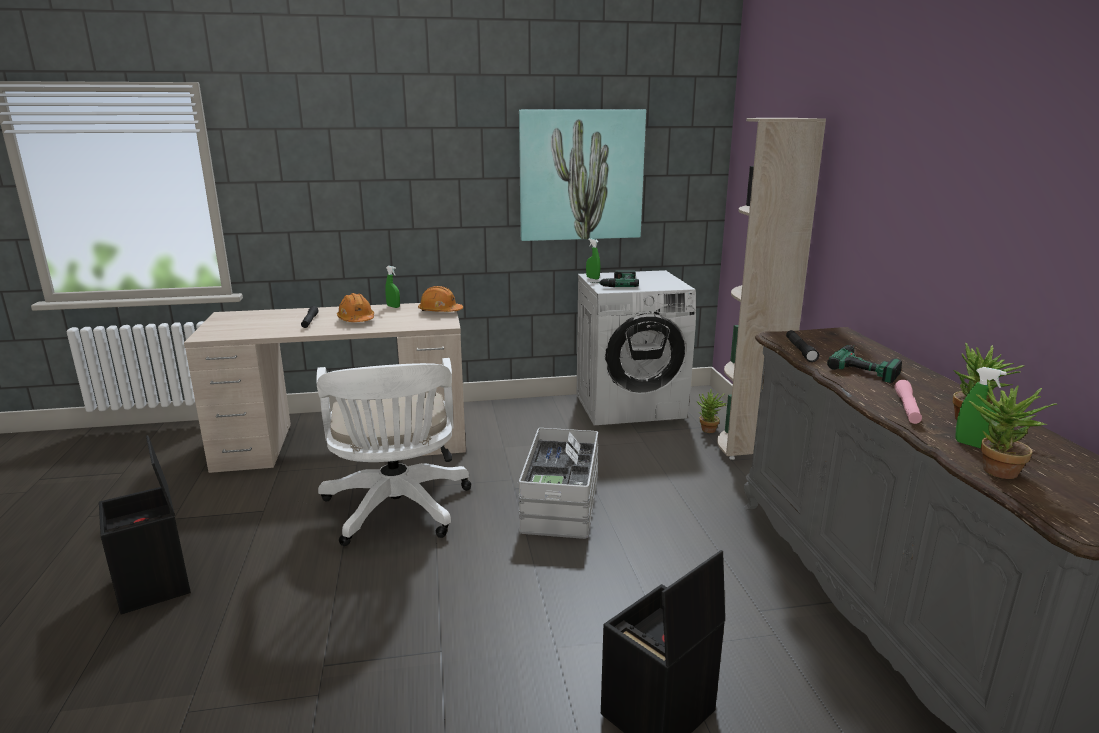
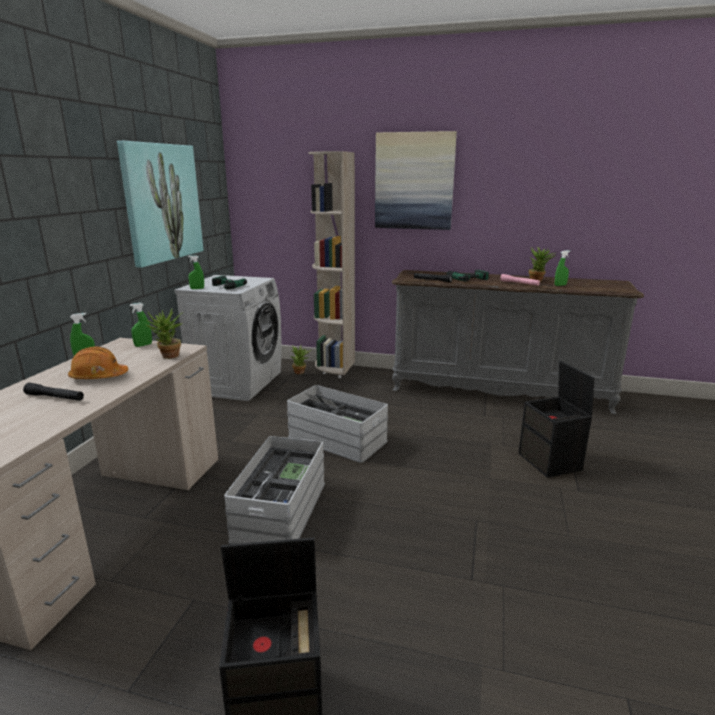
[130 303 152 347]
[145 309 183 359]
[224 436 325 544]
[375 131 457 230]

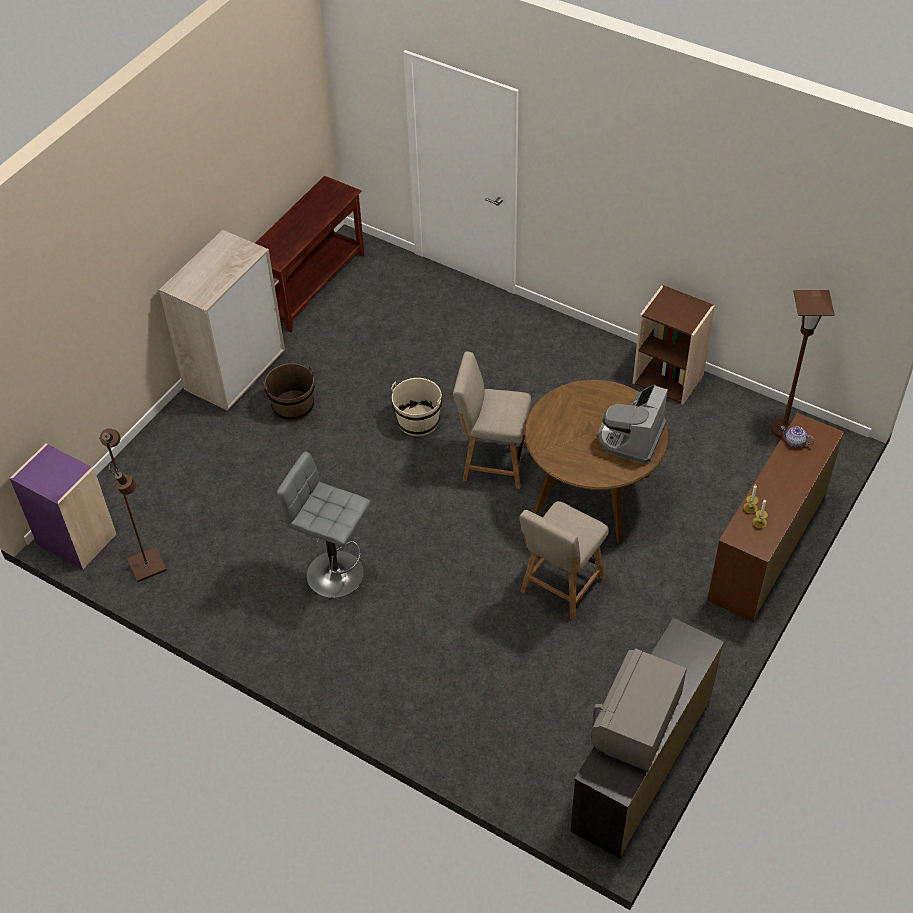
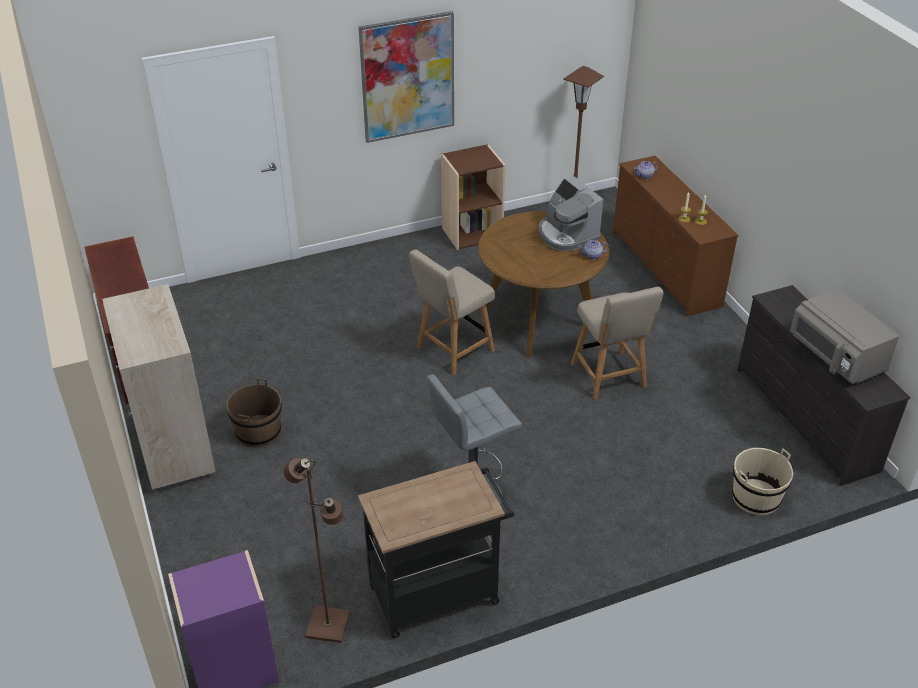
[358 461 514 638]
[359 11 454 143]
[578 240 609 260]
[732 448 793 515]

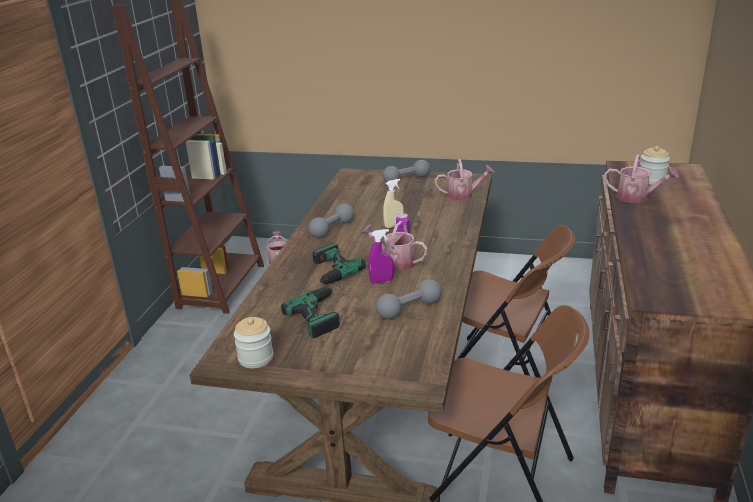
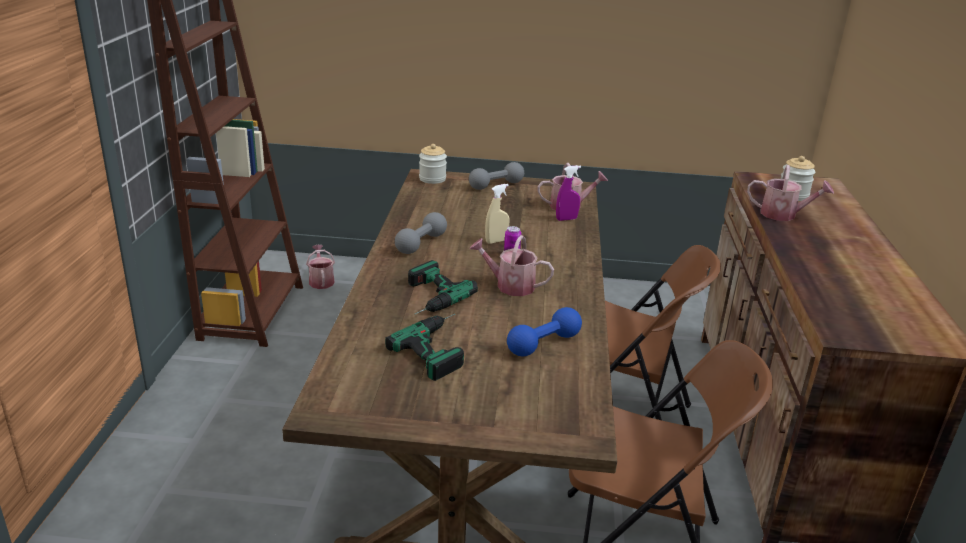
[419 144 447 184]
[507 307 582 356]
[556 165 581 221]

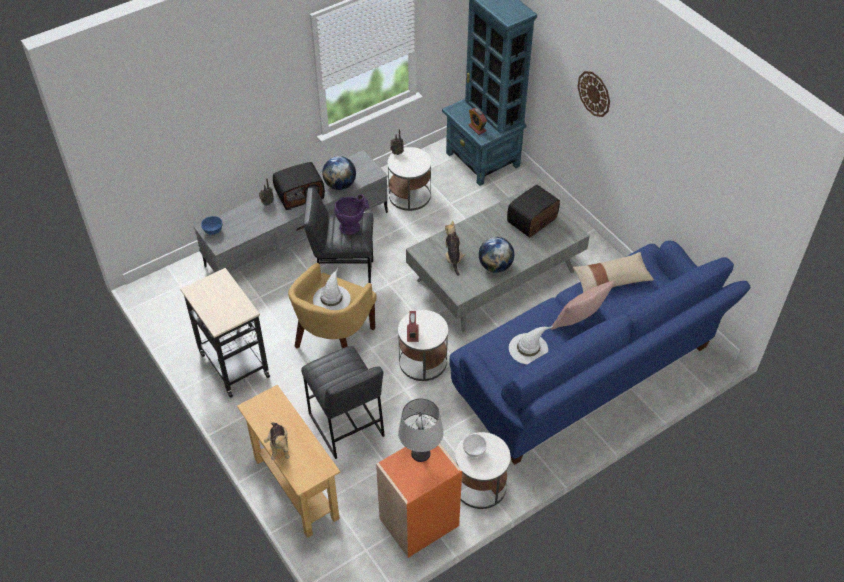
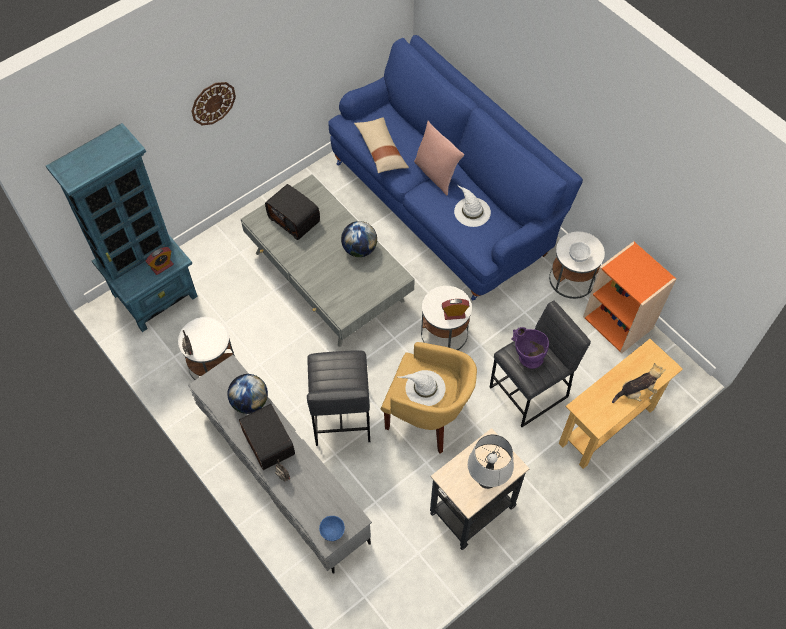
[468 434 514 489]
[512 327 549 369]
[445 221 465 276] (first image)

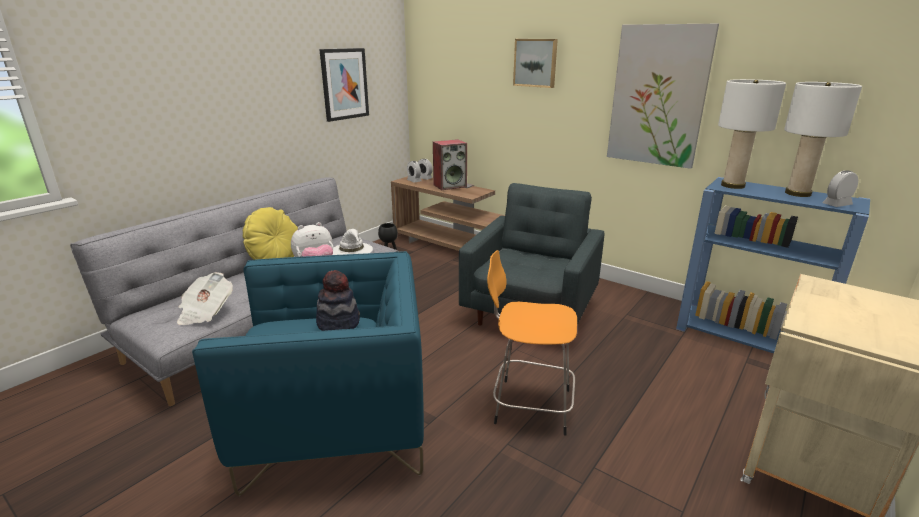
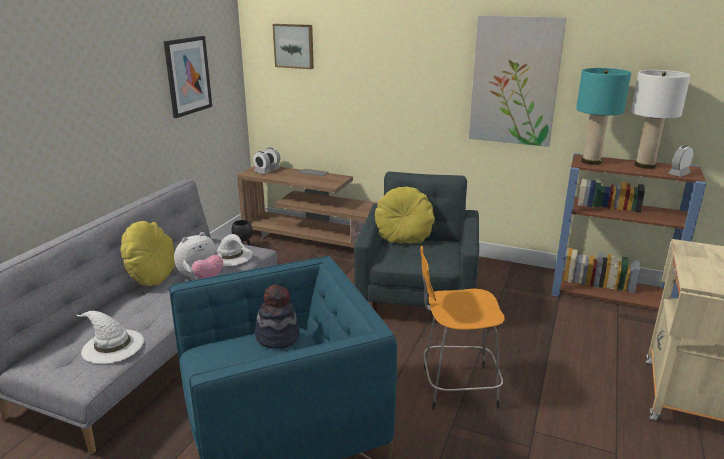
[75 311 144 364]
[273 24 314 69]
[375 186 435 244]
[551 153 706 310]
[576 68 631 165]
[433 139 467 190] (first image)

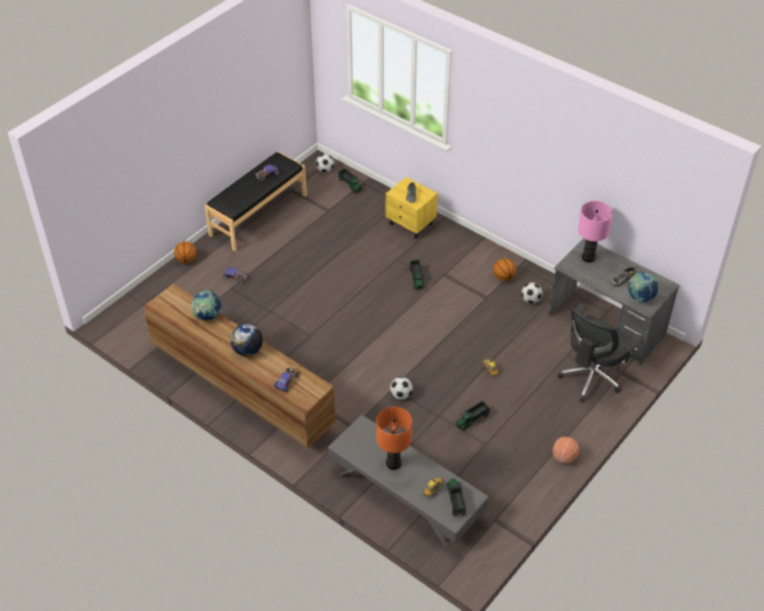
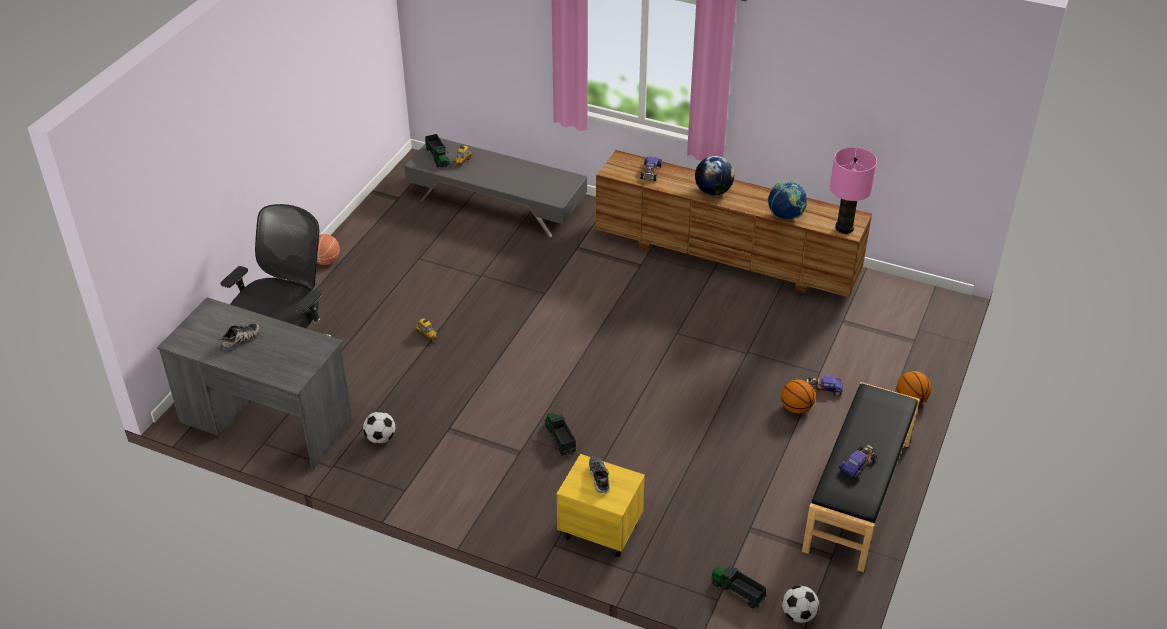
[781 380 815 414]
[830 147 877 234]
[377 407 412 470] (first image)
[390 377 413 400] (first image)
[456 401 490 430] (first image)
[628 272 658 303] (first image)

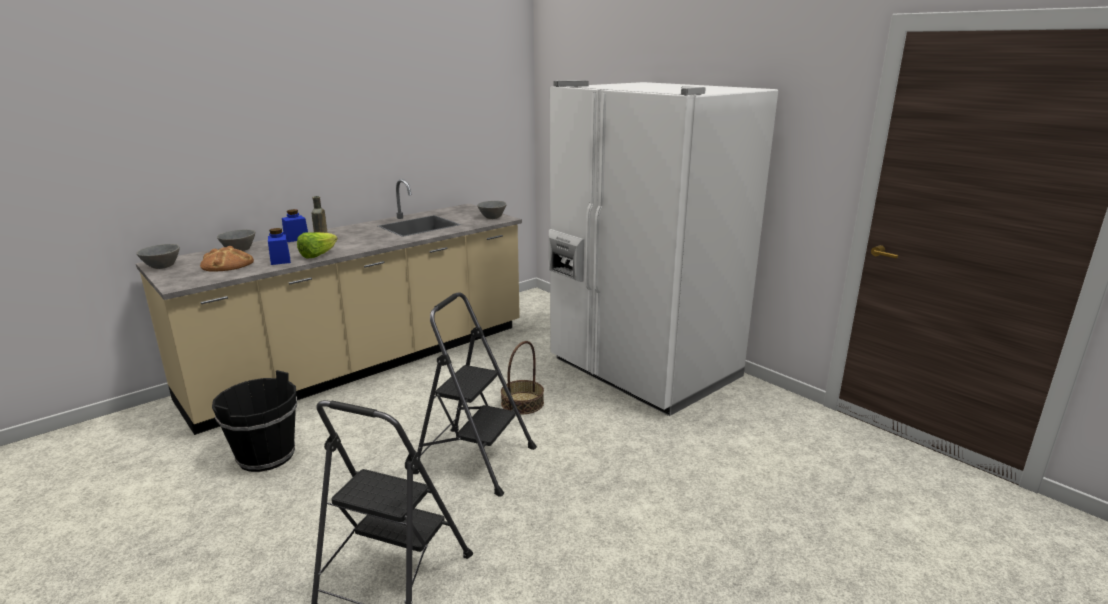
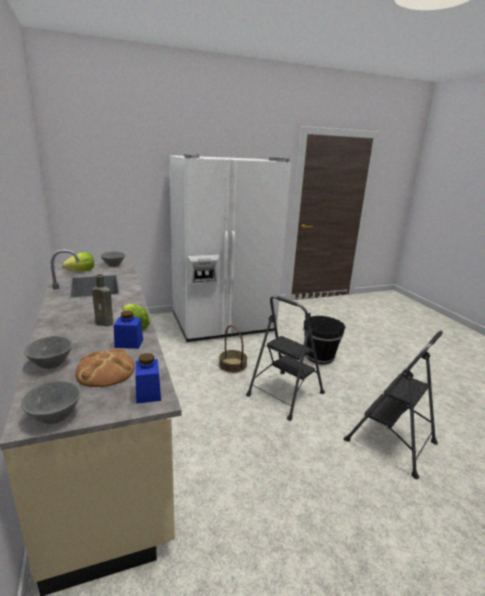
[62 252 94 271]
[135 353 161 404]
[303 313 346 364]

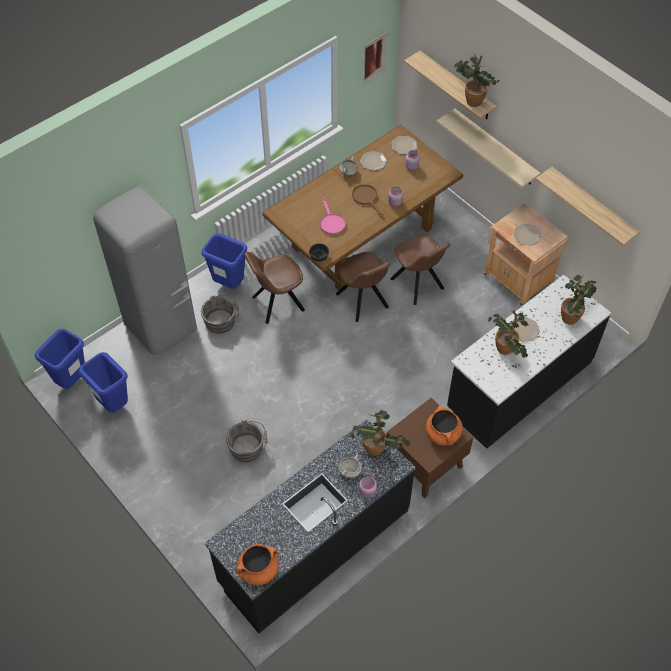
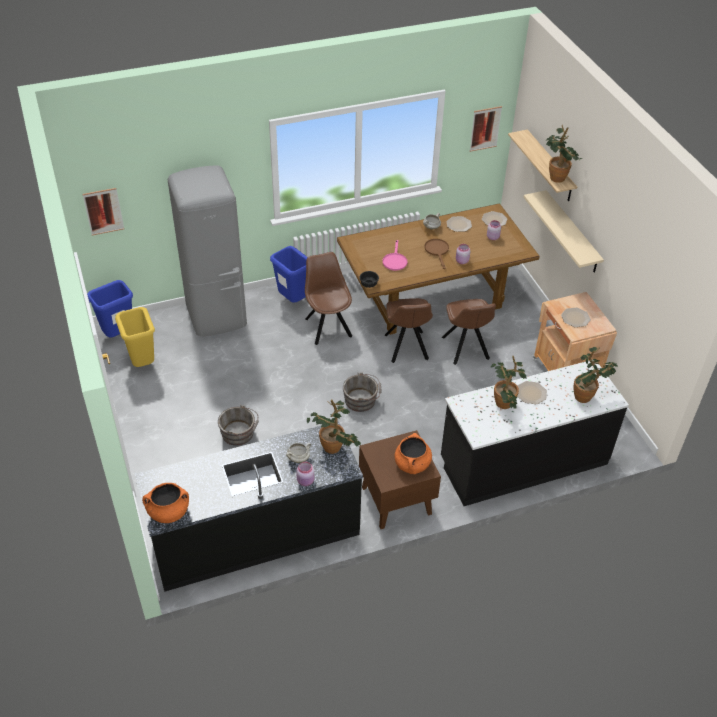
[83 188 124 235]
[115 307 155 367]
[305 252 352 345]
[343 373 382 412]
[536 167 640 246] (first image)

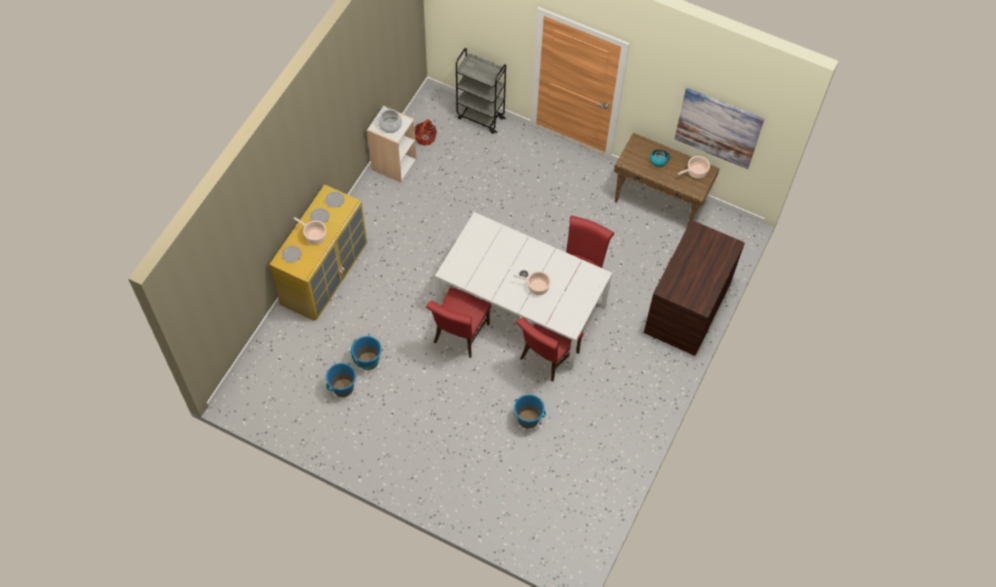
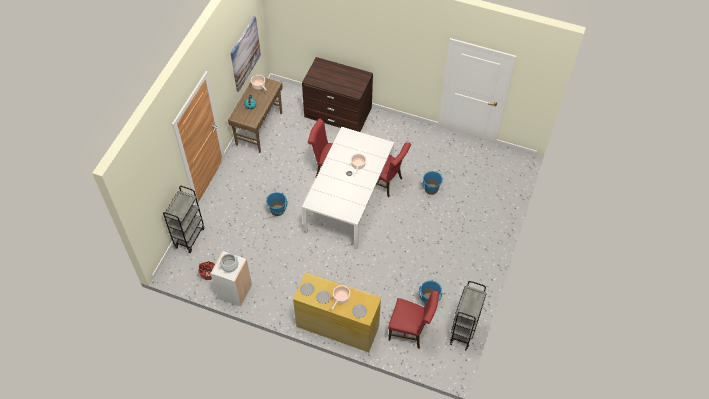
[266 192 287 216]
[388 291 439 348]
[450 281 486 351]

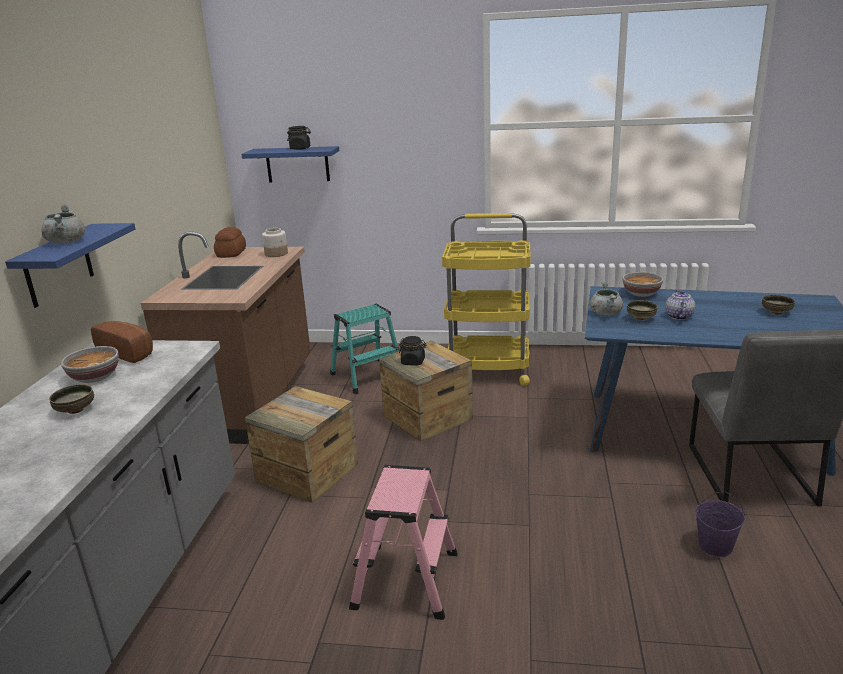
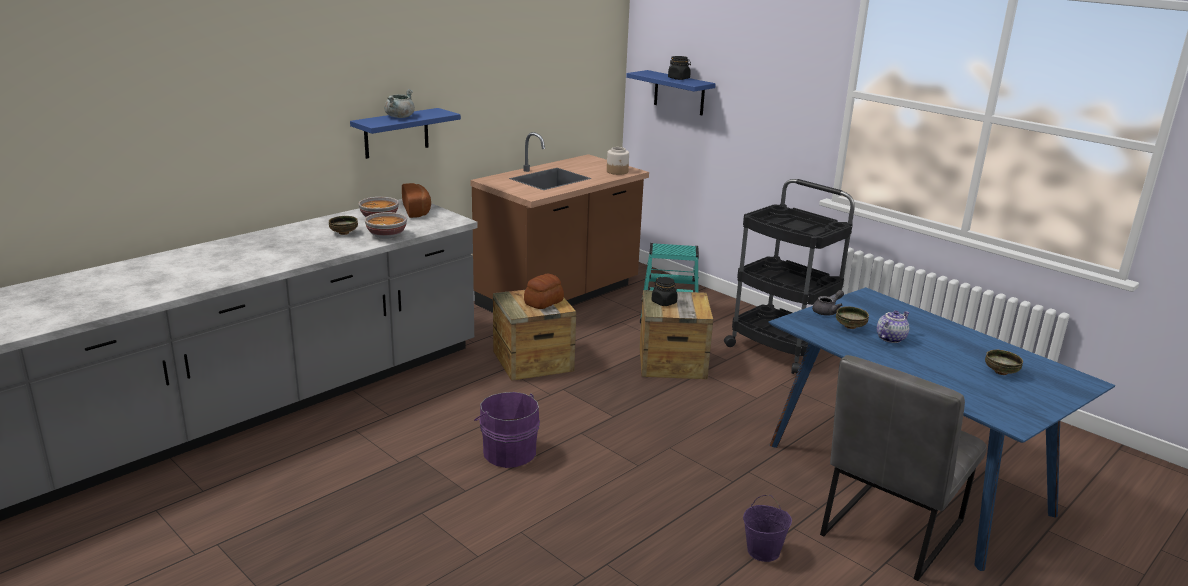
[365 212 407 239]
[474 392 540 468]
[524 274 564 309]
[724 179 855 374]
[812 290 844 316]

